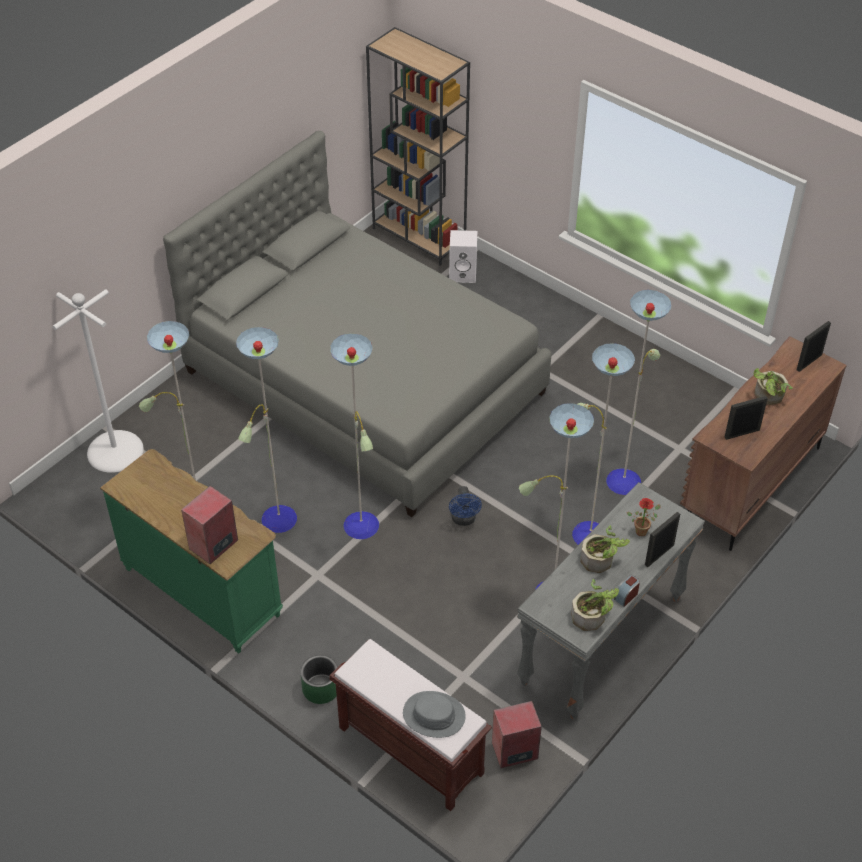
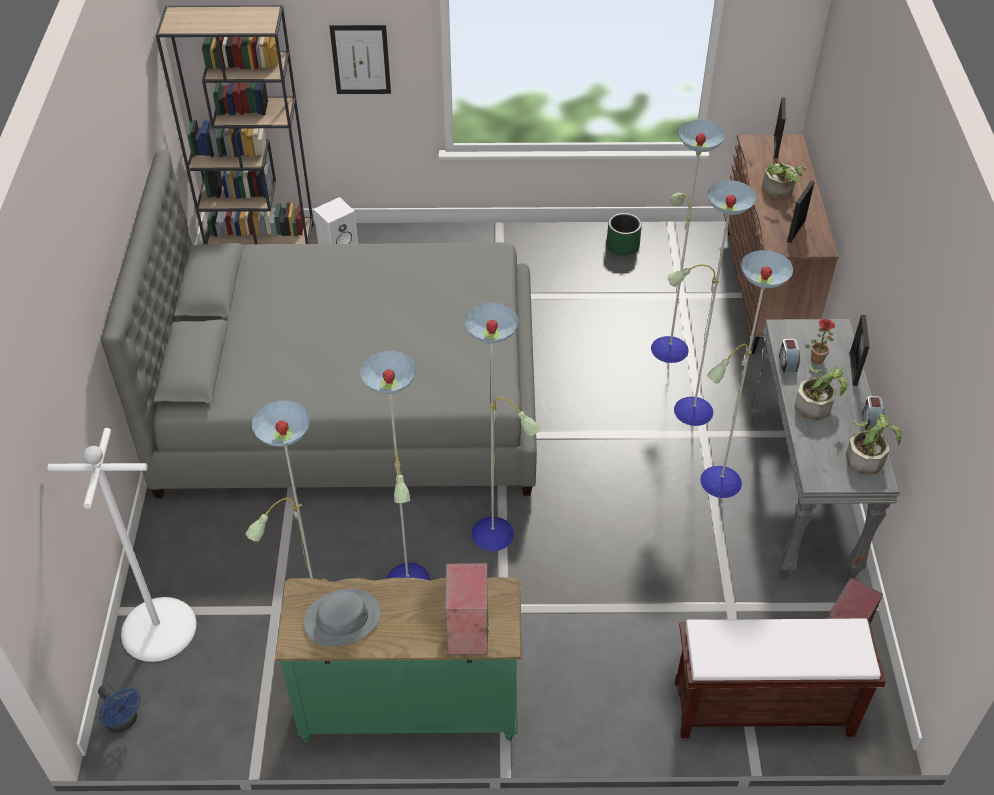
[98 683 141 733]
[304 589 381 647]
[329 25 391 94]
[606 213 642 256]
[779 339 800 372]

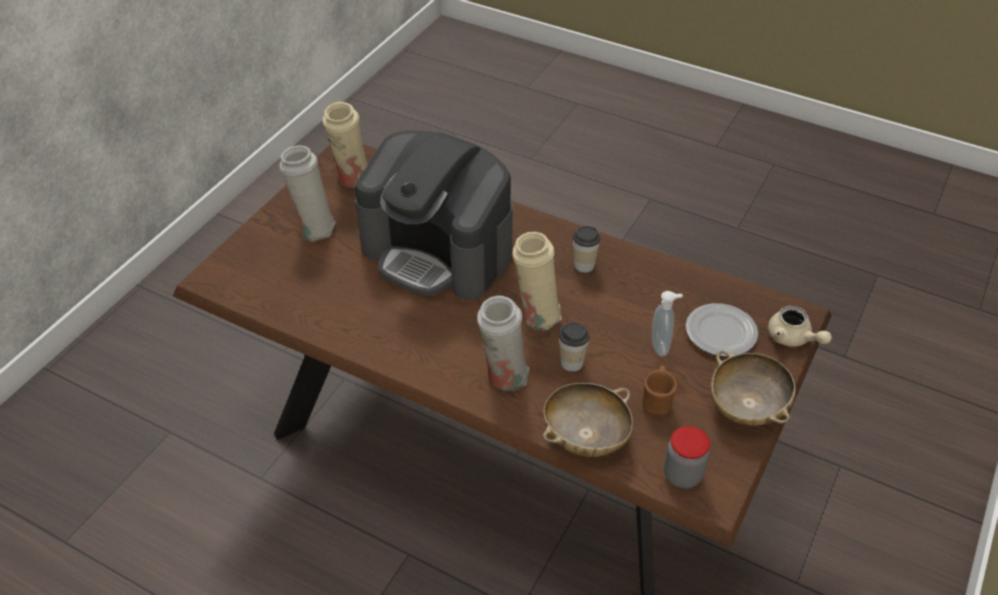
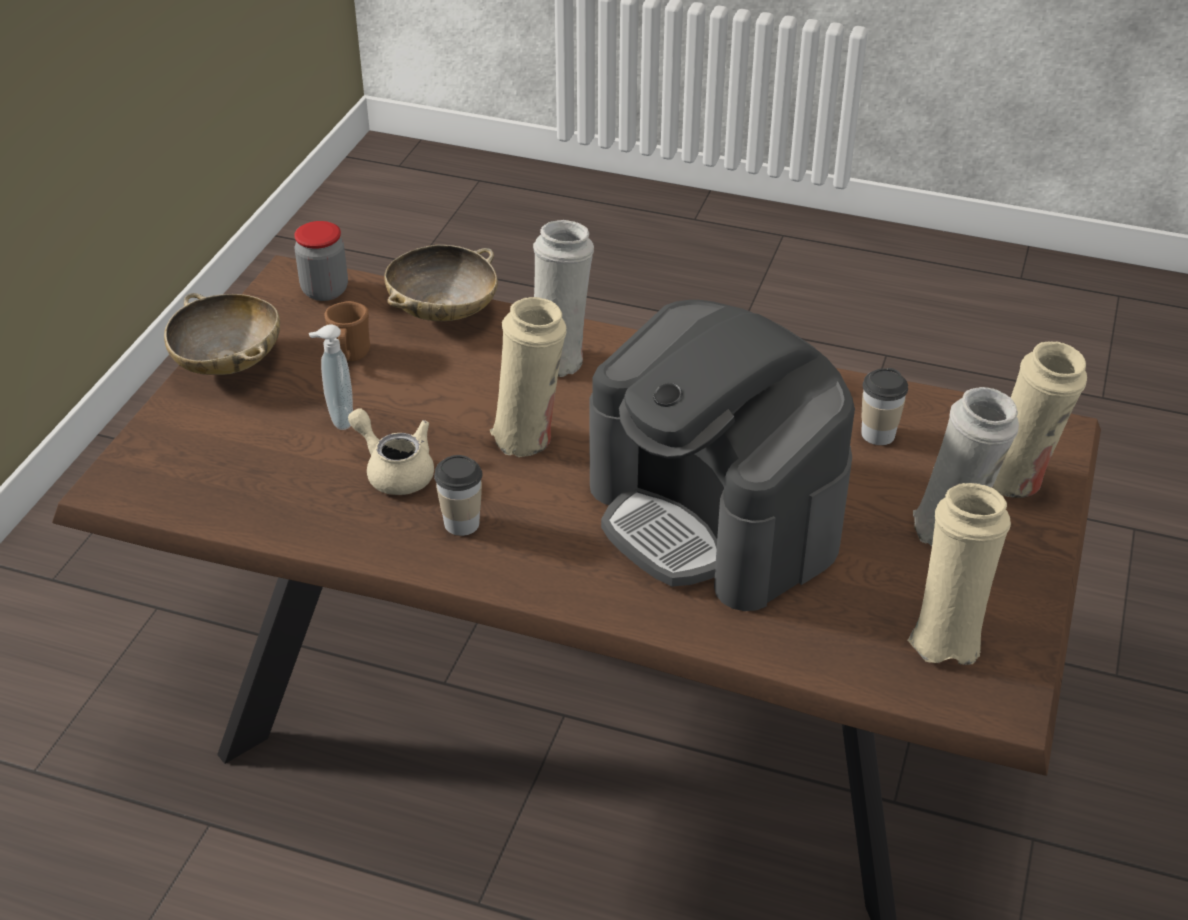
[348 409 434 495]
[589 300 855 611]
[861 368 908 445]
[992 342 1087 498]
[686 303 758 356] (first image)

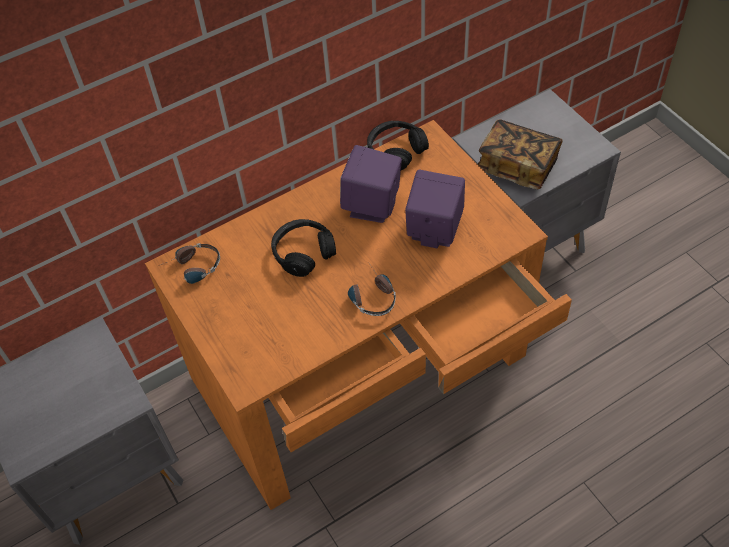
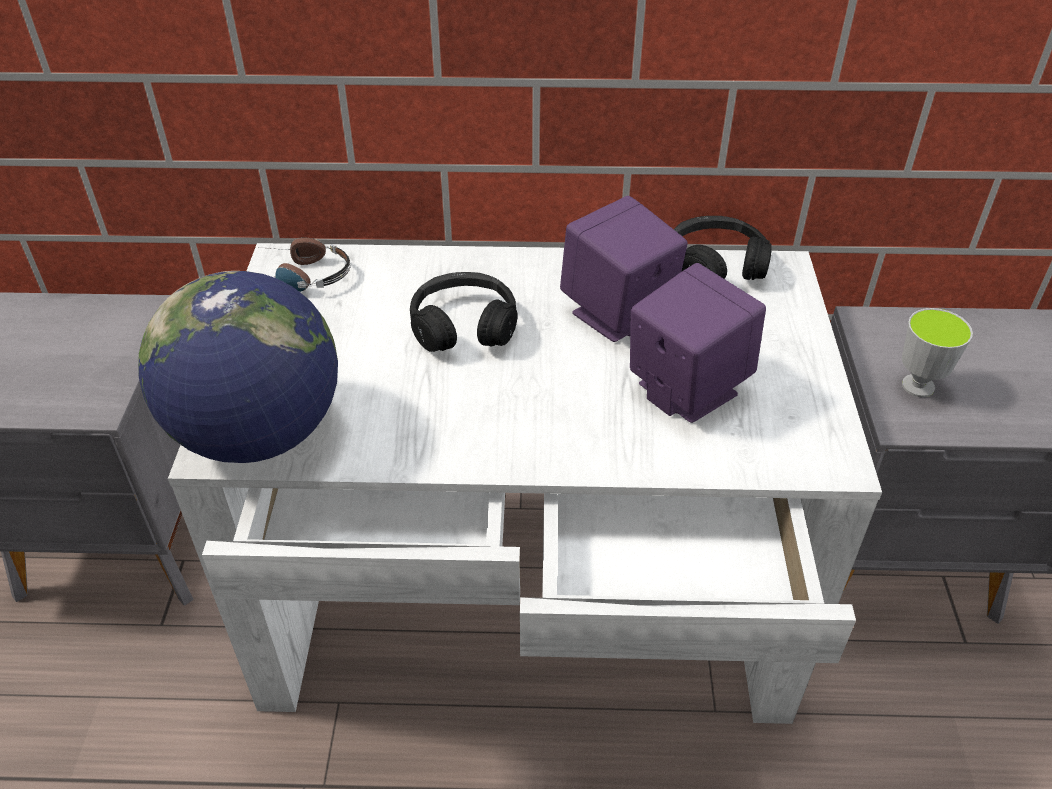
[138 271 338 463]
[168 243 882 724]
[902 308 973 397]
[348 262 396 316] (first image)

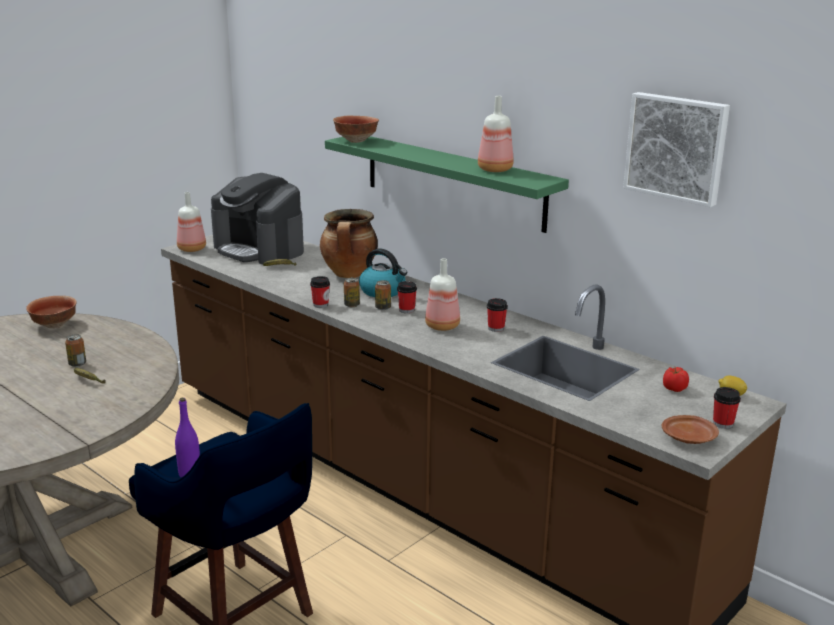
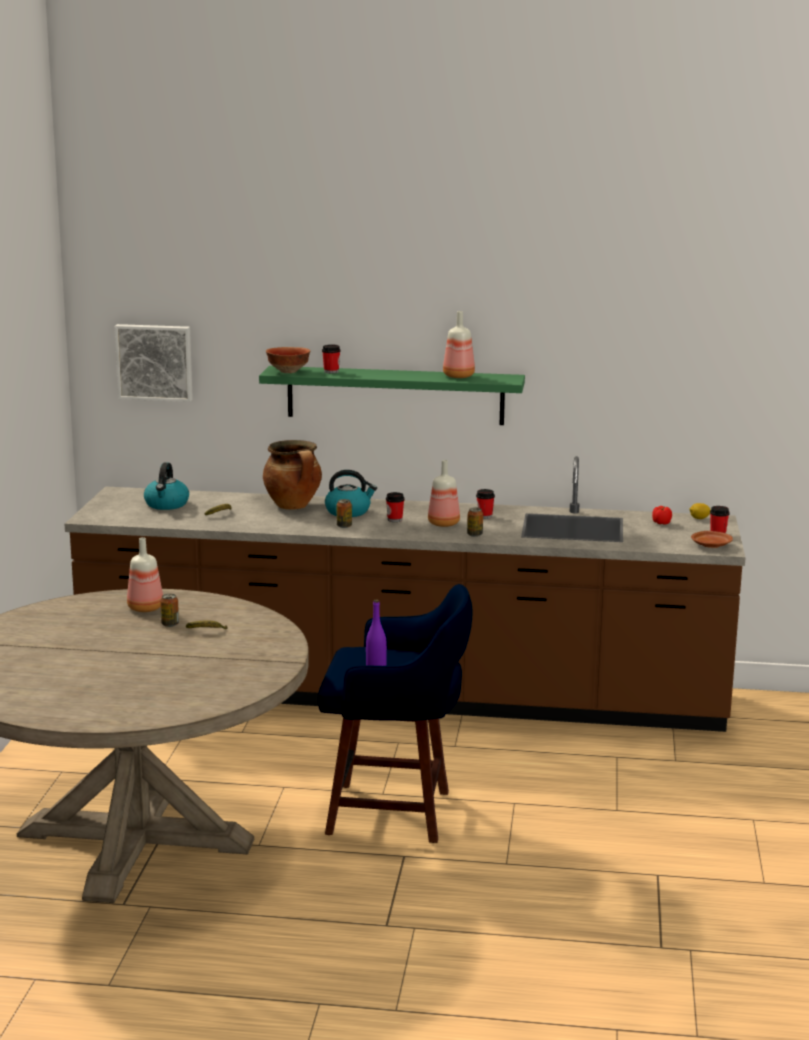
[115 324 193 402]
[127 537 163 612]
[144 463 189 510]
[322 344 341 373]
[467 507 483 537]
[26 296 77 328] (first image)

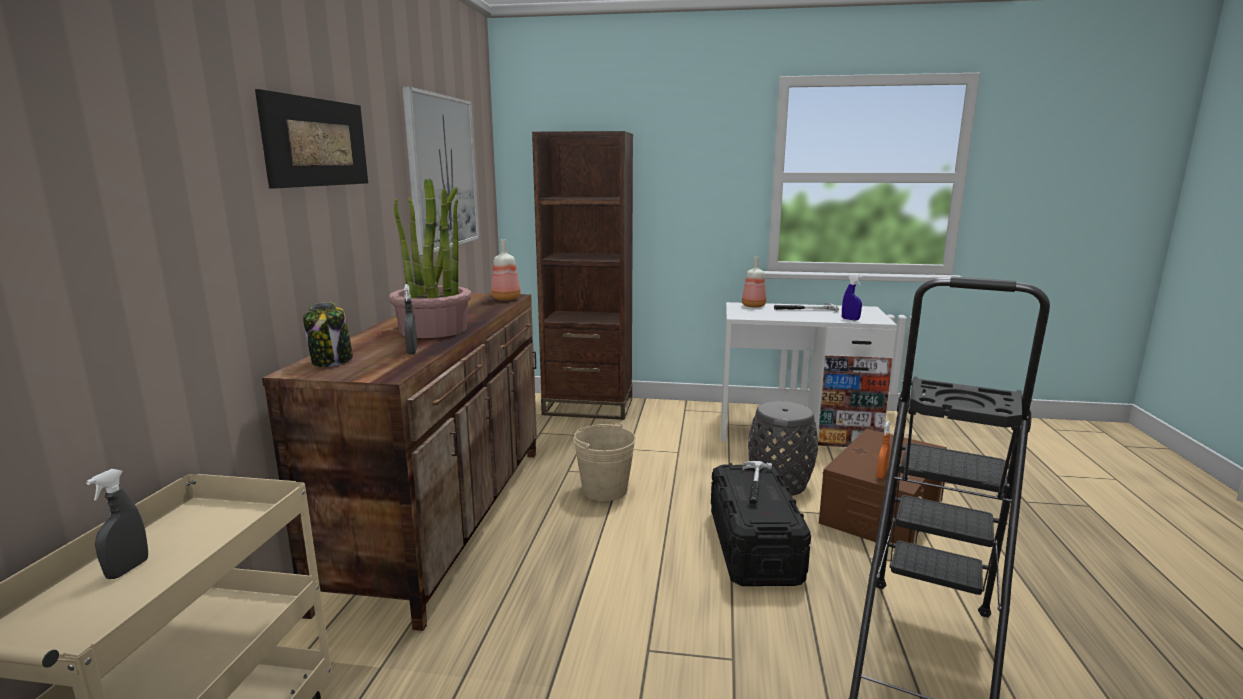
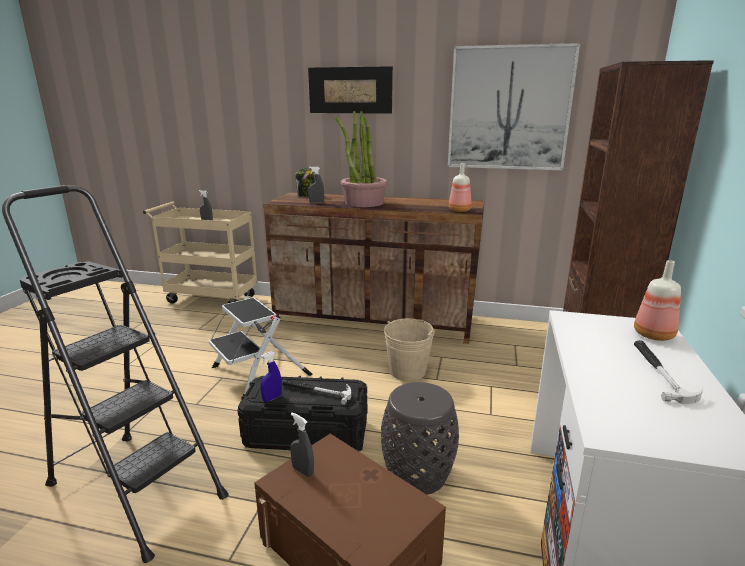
[209 294 313 396]
[260 351 282 402]
[290 413 314 477]

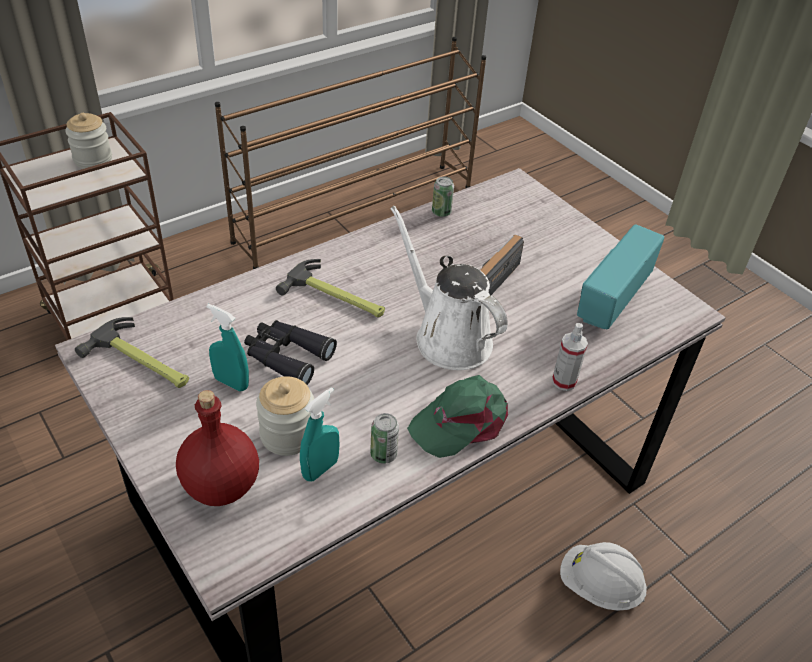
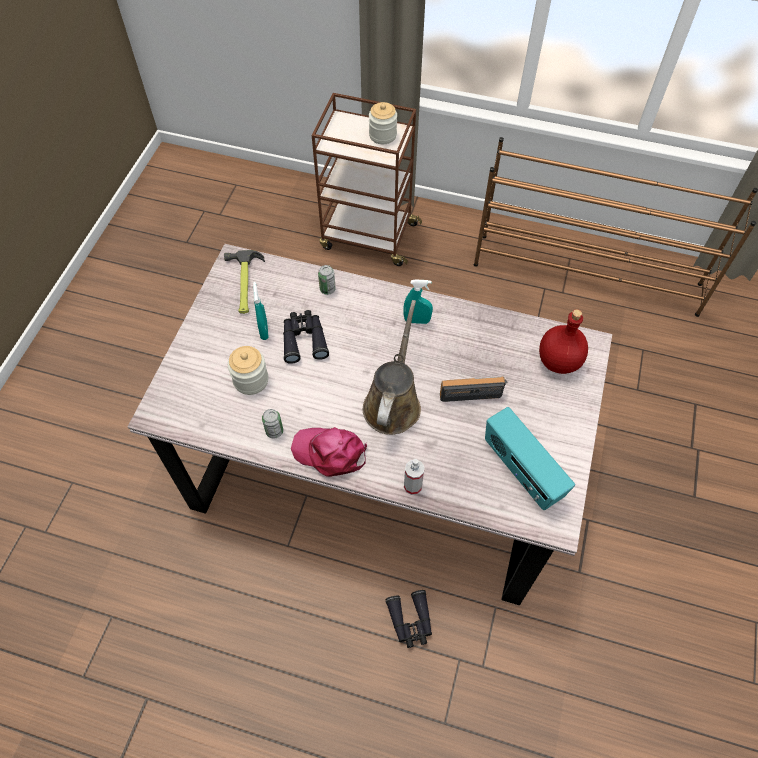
[291 427 367 477]
[318 265 336 295]
[363 300 421 435]
[386 590 432 648]
[403 279 433 324]
[485 407 575 510]
[539 309 588 374]
[276 259 385 318] (first image)

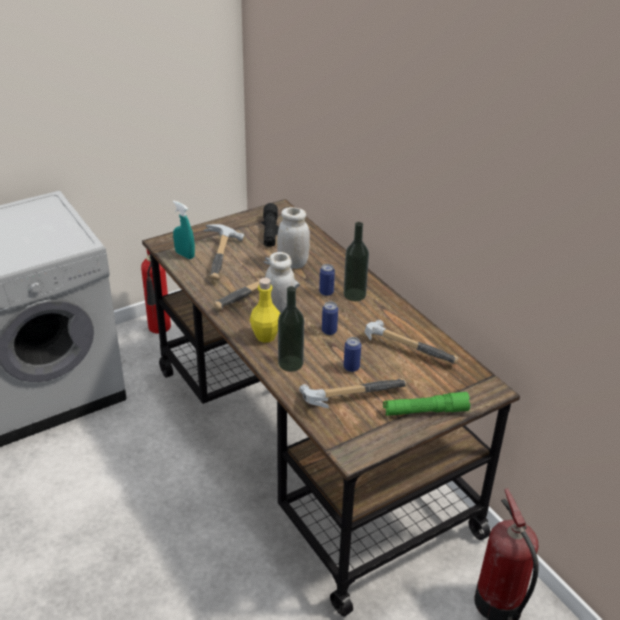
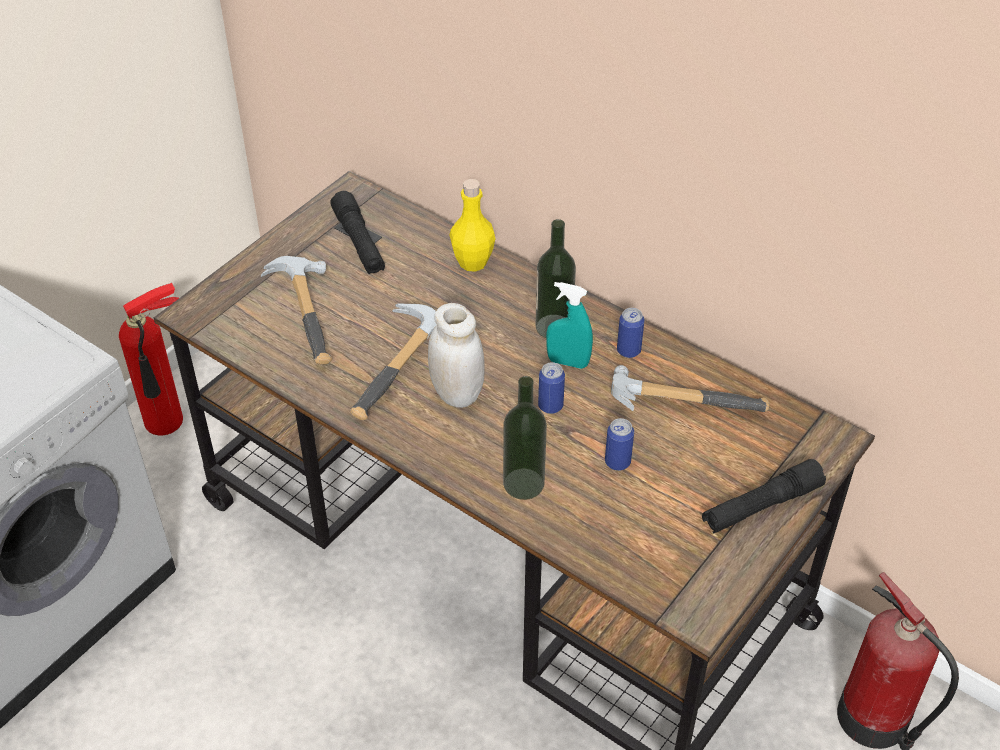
[449 179 496 272]
[546 282 593 369]
[617 308 644 358]
[702 459 826 534]
[277 207 310 269] (first image)
[299 378 406 408] (first image)

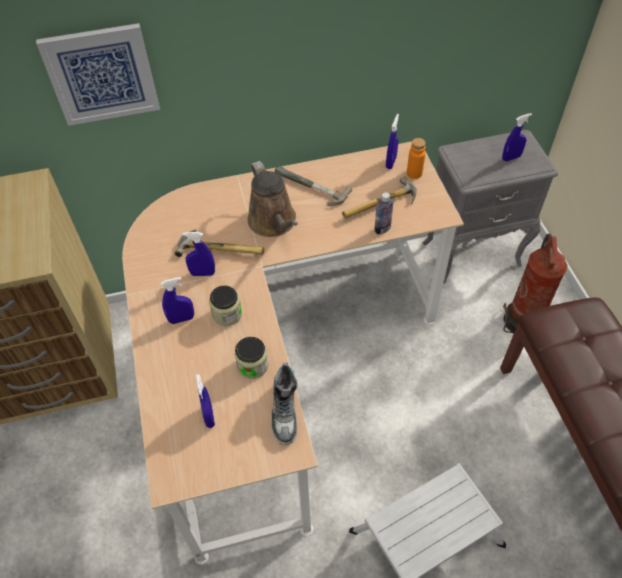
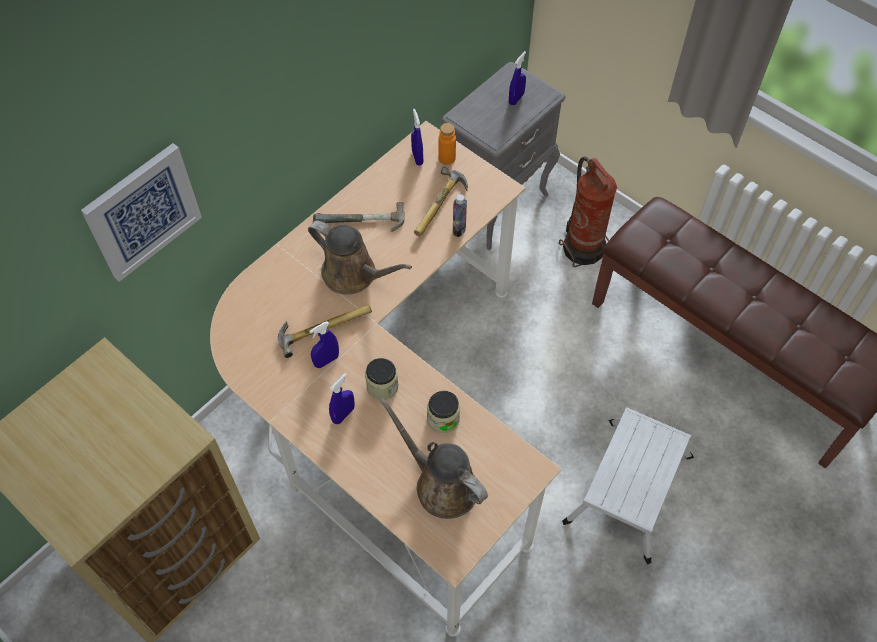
[380 398 488 519]
[271 363 298 445] (first image)

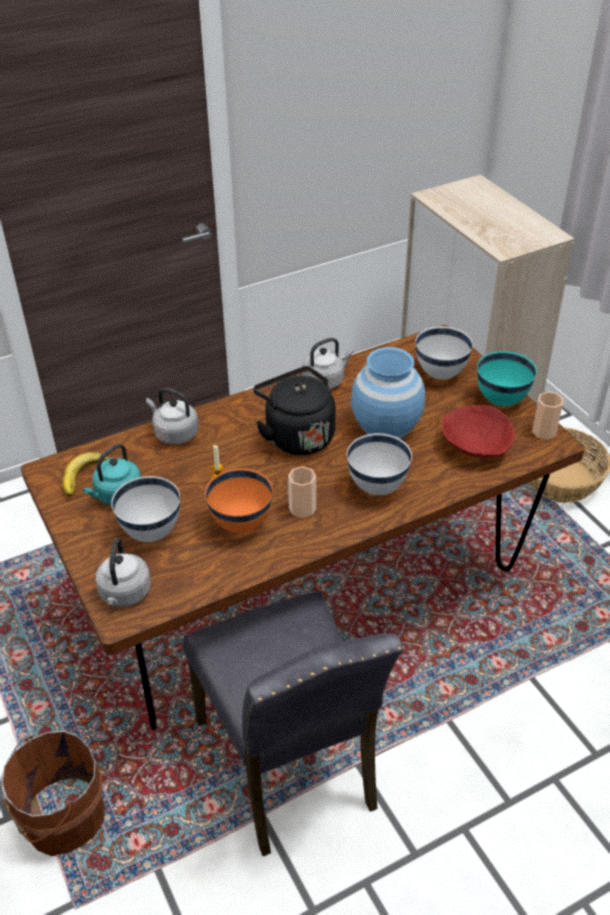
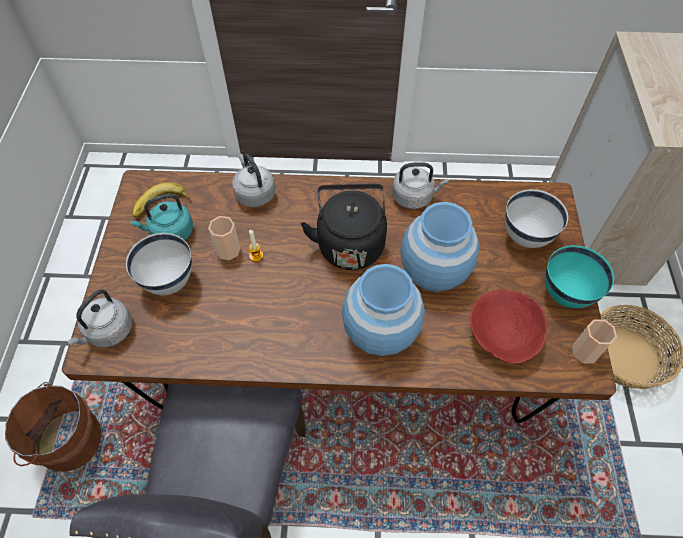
[208 216 240 260]
[342 264 425 356]
[205 468 273 533] (first image)

